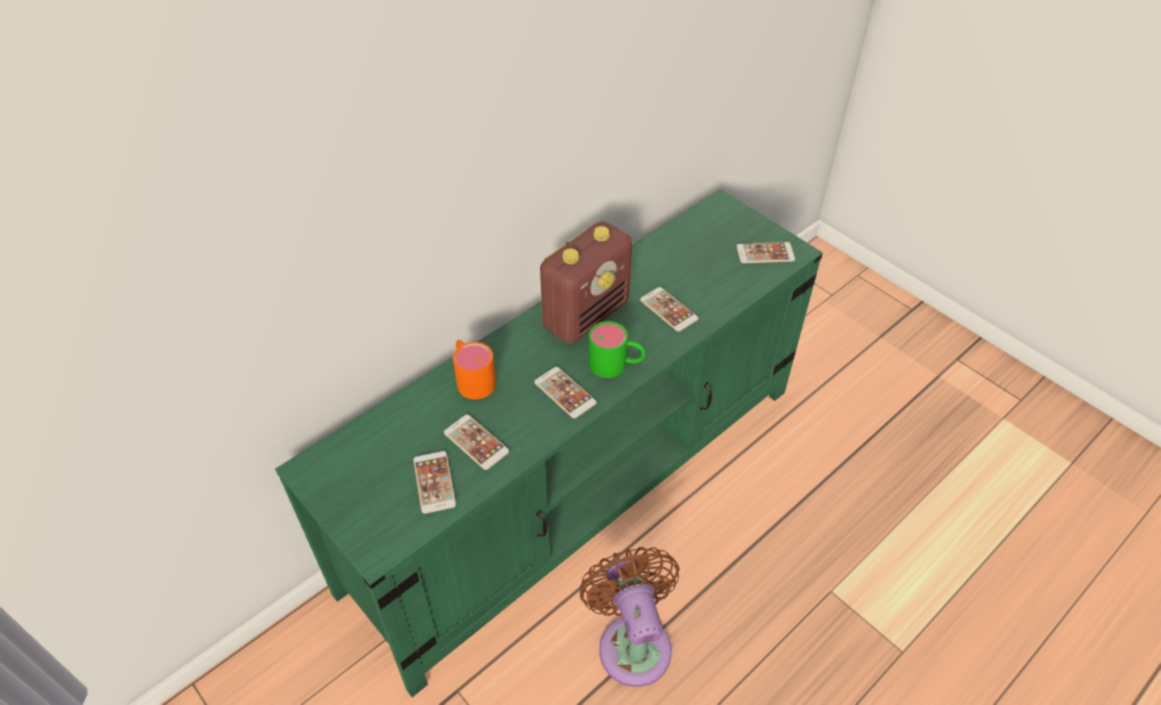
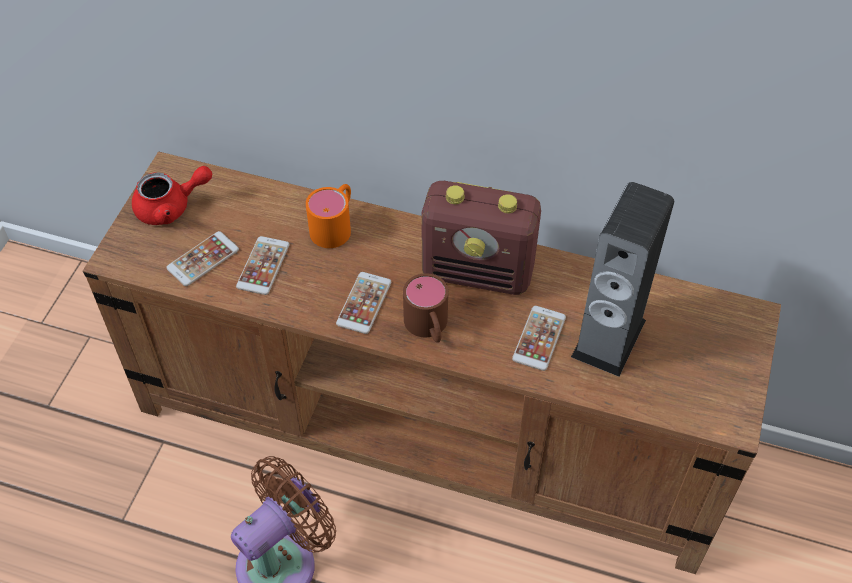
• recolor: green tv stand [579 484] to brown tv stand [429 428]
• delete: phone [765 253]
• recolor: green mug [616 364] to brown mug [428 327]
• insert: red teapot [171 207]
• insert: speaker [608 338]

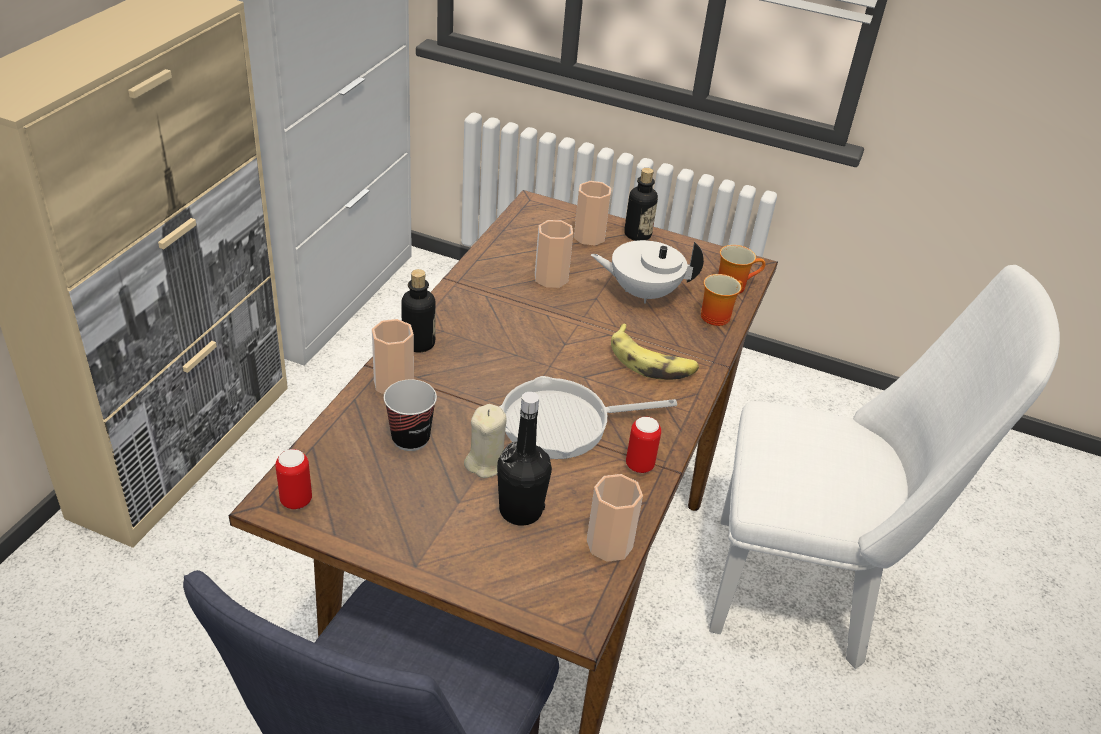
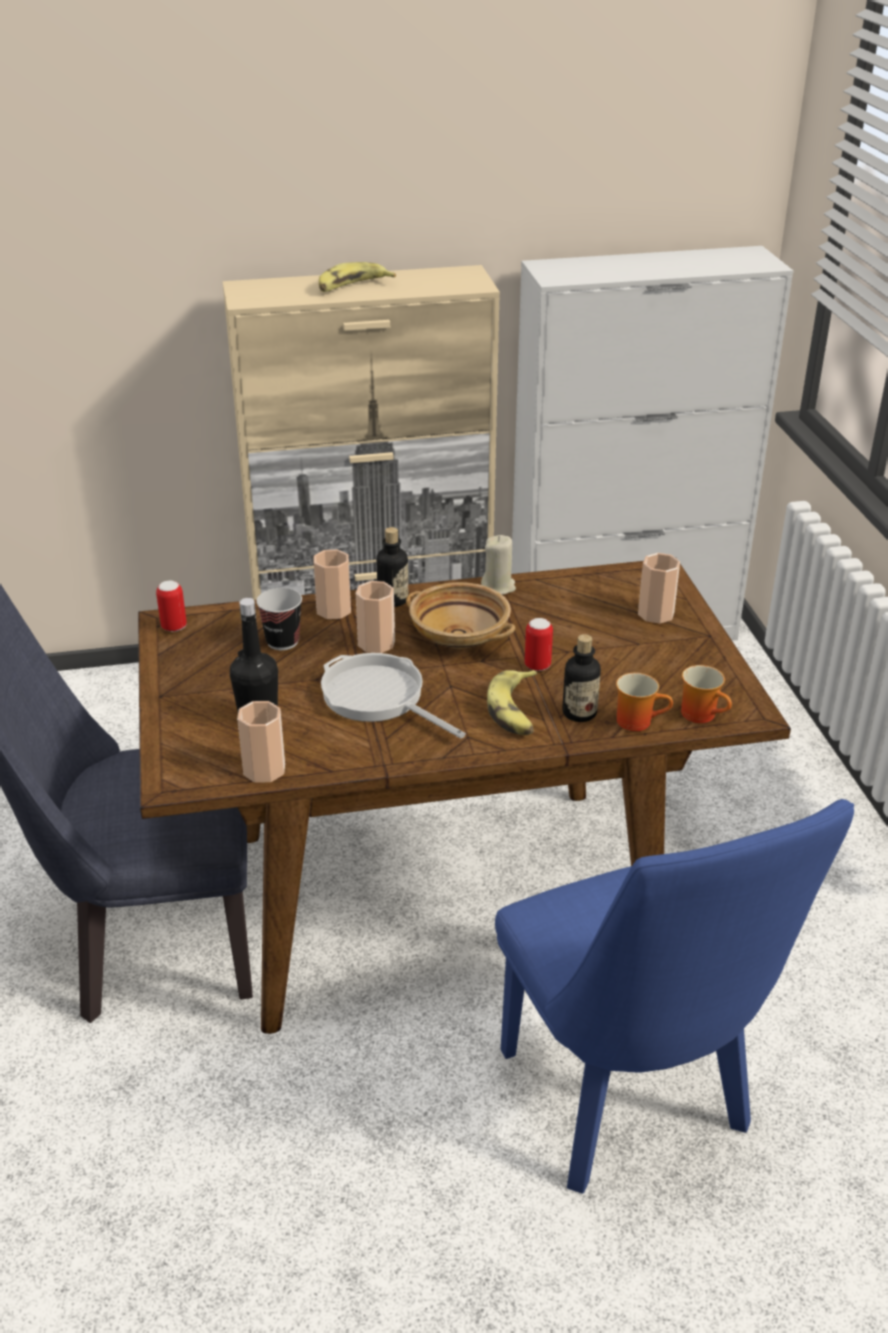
• move: bottle [637 234] to [579 713]
• move: cup [551 278] to [376 643]
• delete: white teapot [643 292]
• recolor: white chair [806 591] to blue chair [632 1107]
• move: beige candle [486 463] to [498 587]
• move: can [639 465] to [537 666]
• insert: banana [352 287]
• insert: beige bowl [460 635]

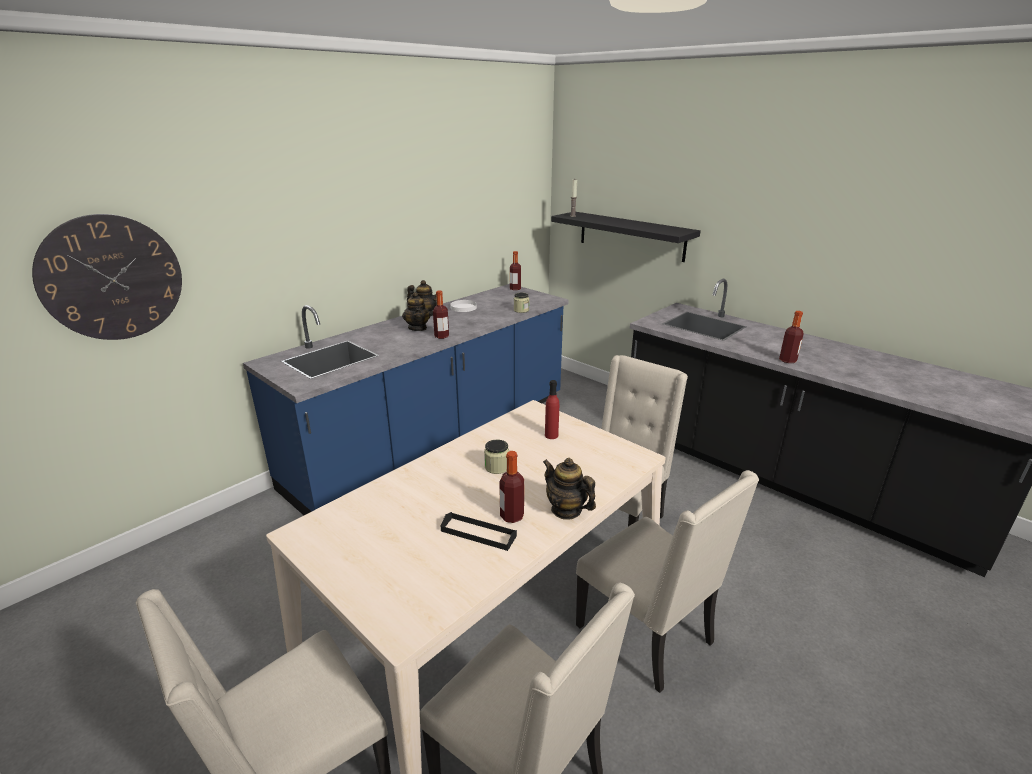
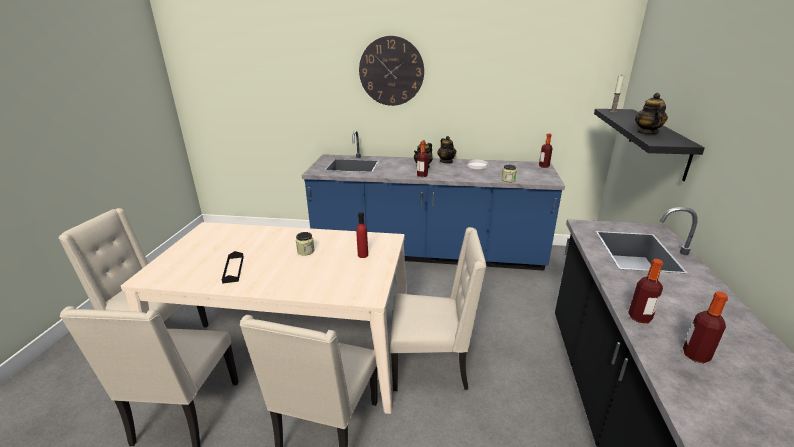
• move: wall clock [112 278] to [391 71]
• move: bottle [512 516] to [695 355]
• move: teapot [566 510] to [647 132]

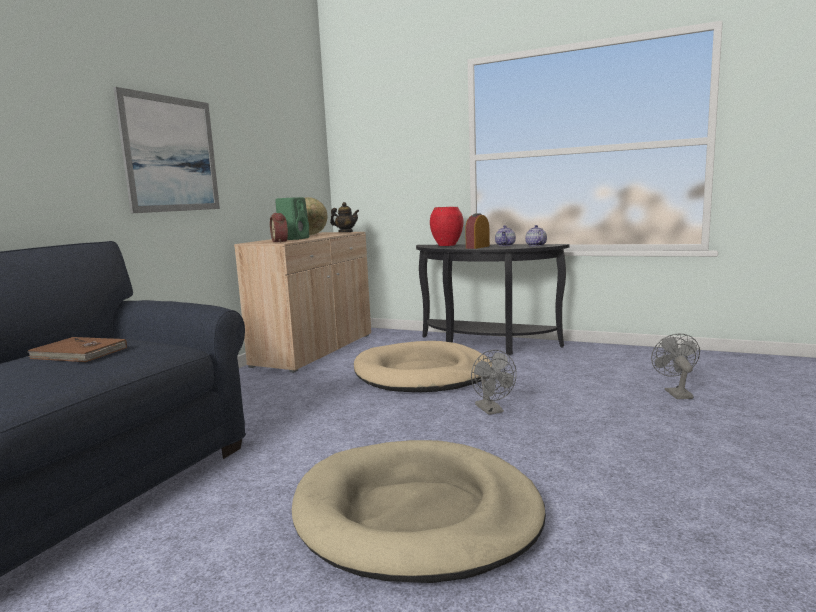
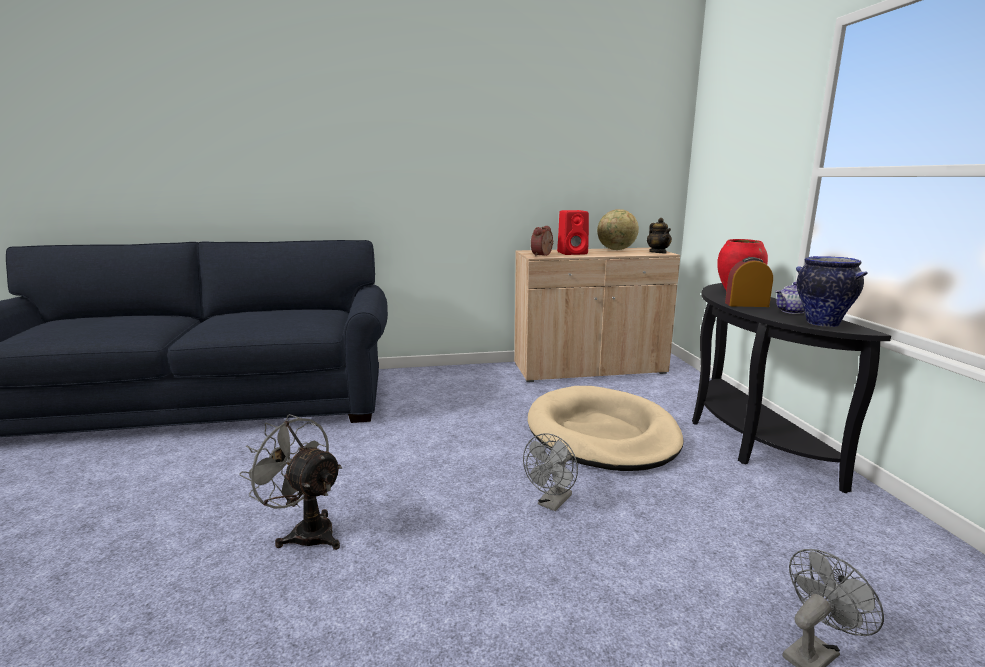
• delete: picture [171 154]
• recolor: green speaker [294 239] to red speaker [573 253]
• replace: teapot [535 245] to vase [821 323]
• delete: brown book [79 354]
• replace: beige dog bed [417 515] to grey fan [306 532]

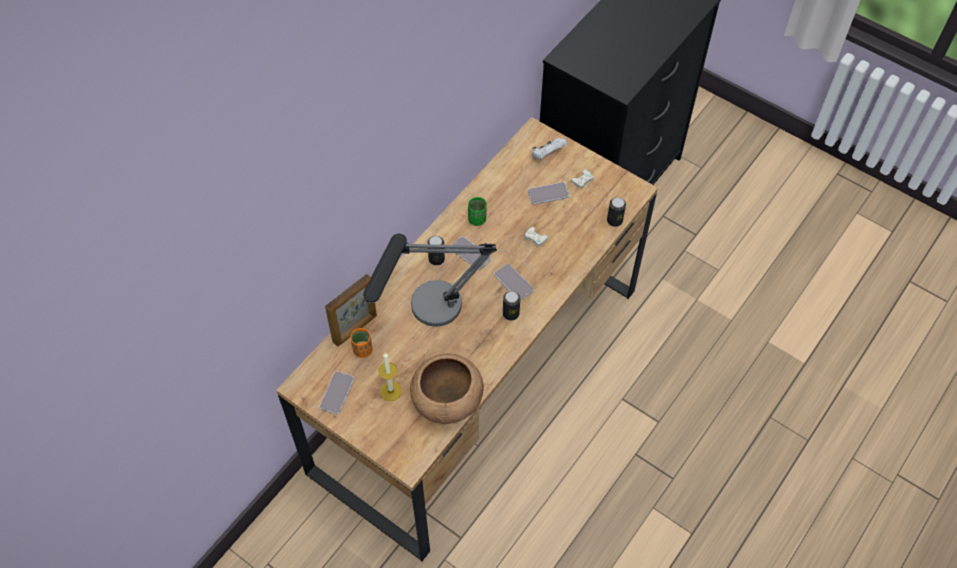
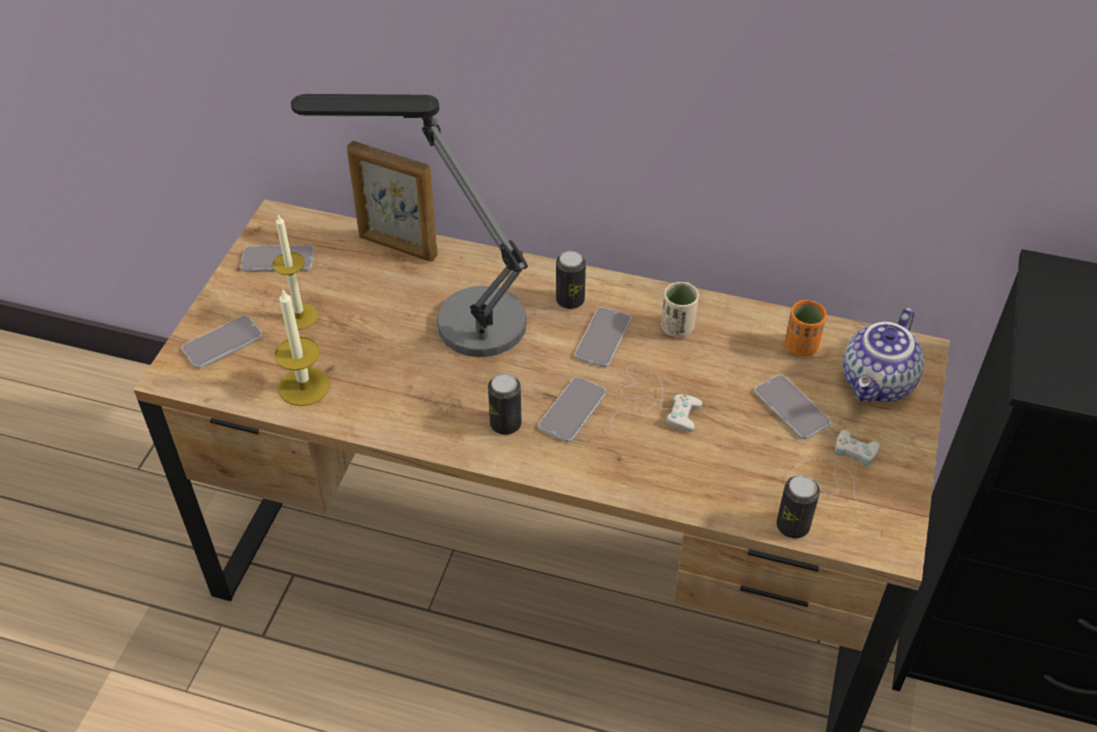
• replace: white game controller [547 155] to teapot [878 384]
• recolor: green cup [477 219] to beige cup [677 328]
• move: orange cup [362 350] to [801 346]
• replace: brown bowl [446 400] to candle [304 386]
• insert: phone [222 343]

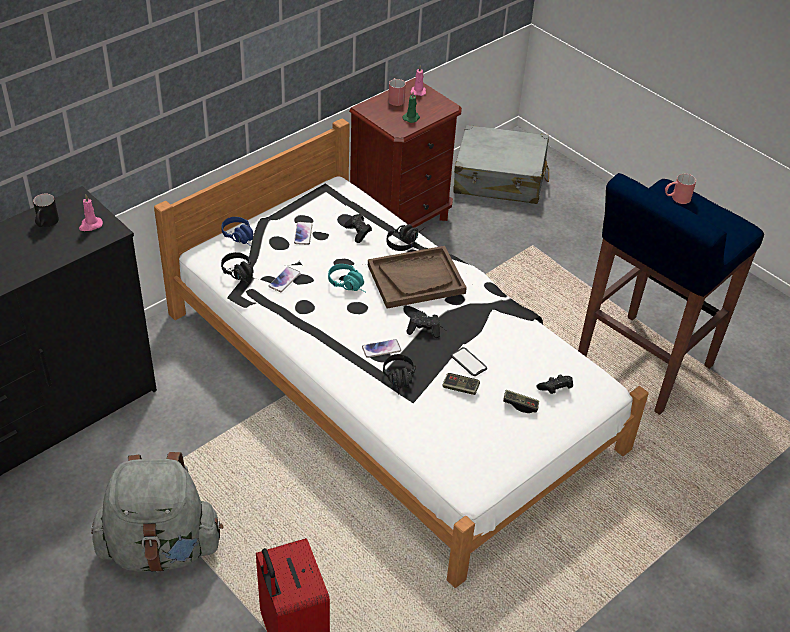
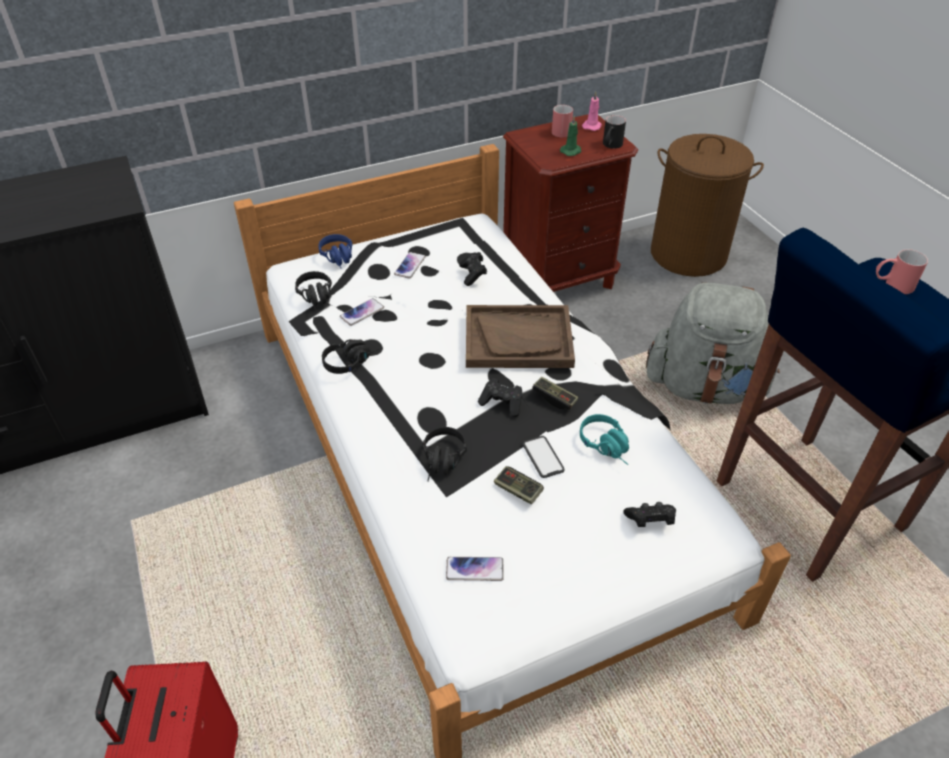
• replace: grey suitcase [500 178] to brown laundry basket [689 254]
• move: black mug [46 224] to [610 146]
• delete: pink candle [90 225]
• move: black headphones [405 241] to [352 361]
• move: turquoise headphones [349 285] to [608 447]
• move: phone [381 349] to [474 569]
• move: game controller [520 405] to [554 398]
• move: grey backpack [161 548] to [704 387]

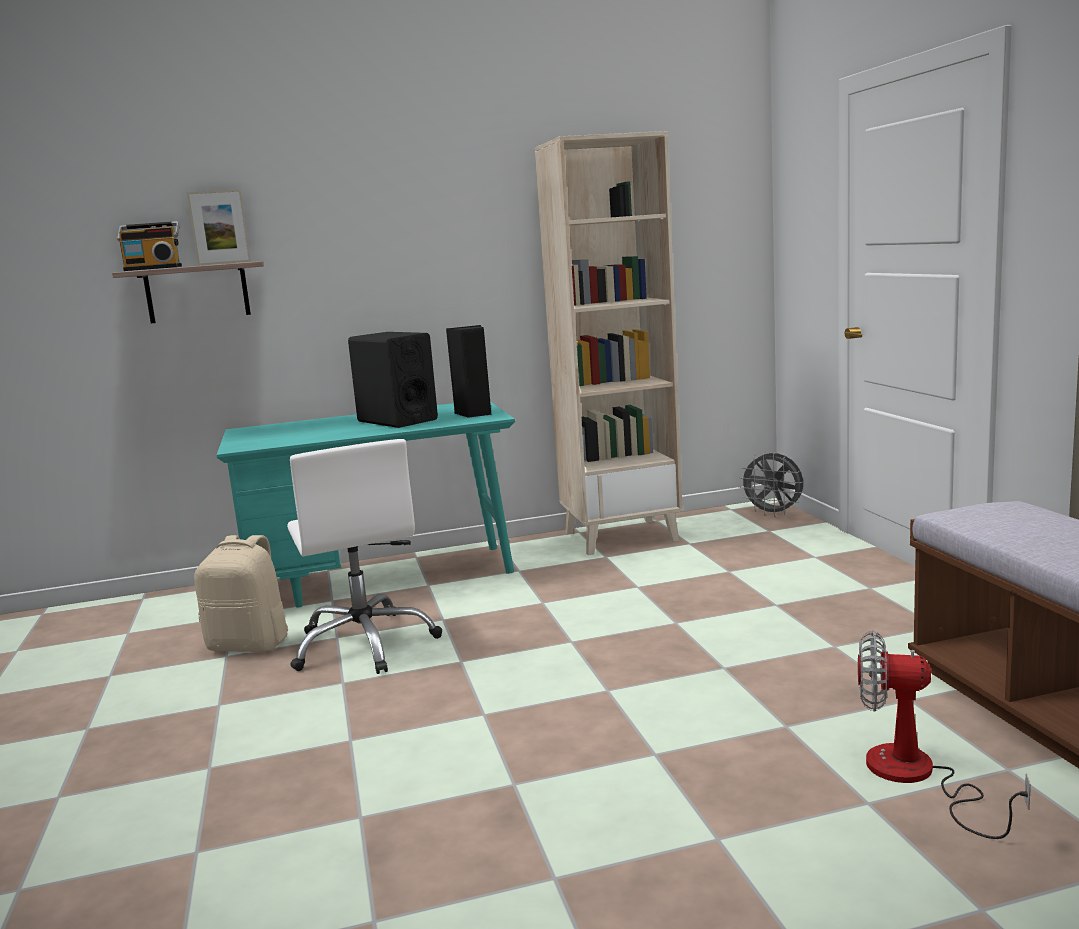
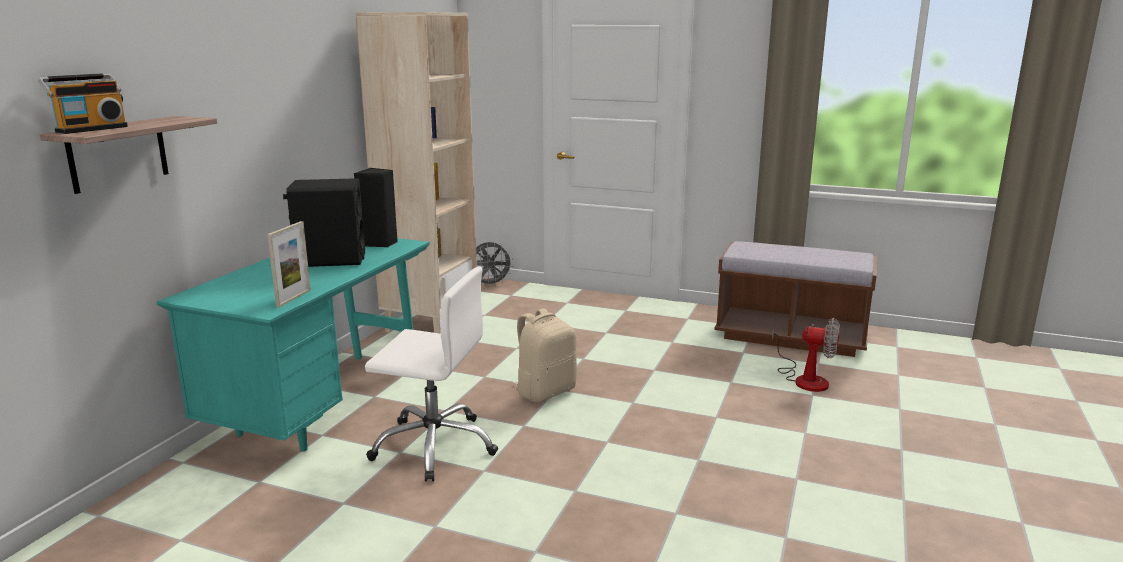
• move: picture frame [224 263] to [294 298]
• move: beige backpack [250 645] to [545 391]
• rotate: fan [917 777] = [805 379] 120 degrees counterclockwise

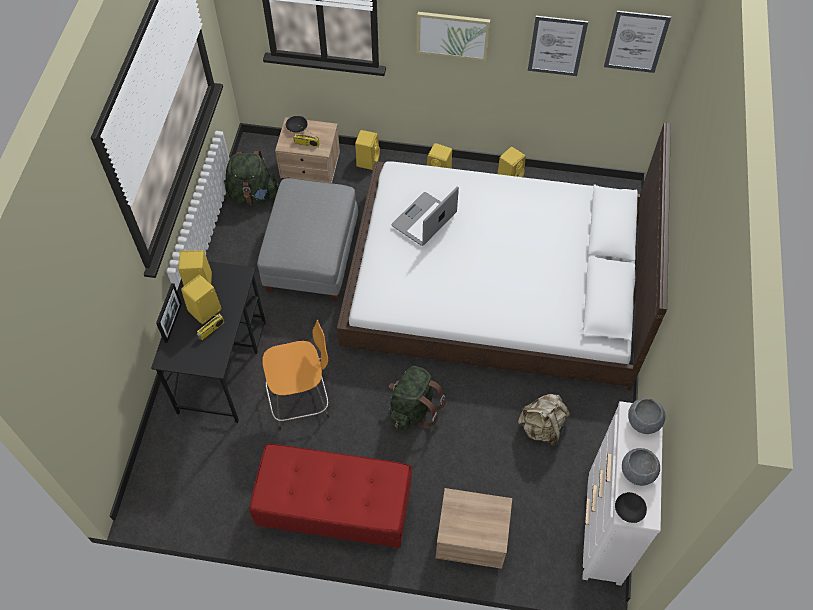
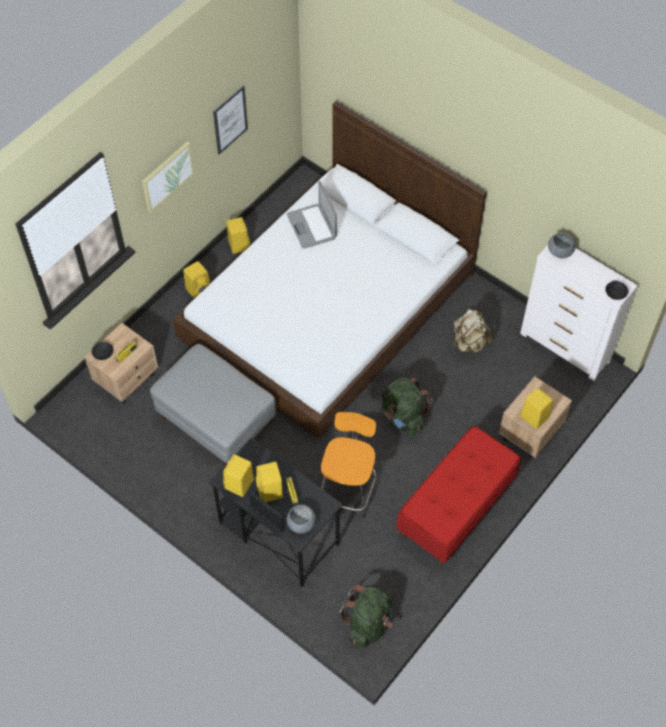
• delete: picture [636 42]
• move: yellow speaker [367 160] to [533 416]
• move: green backpack [252 195] to [368 623]
• move: laptop [424 220] to [312 226]
• move: grey bowl [637 472] to [301 523]

